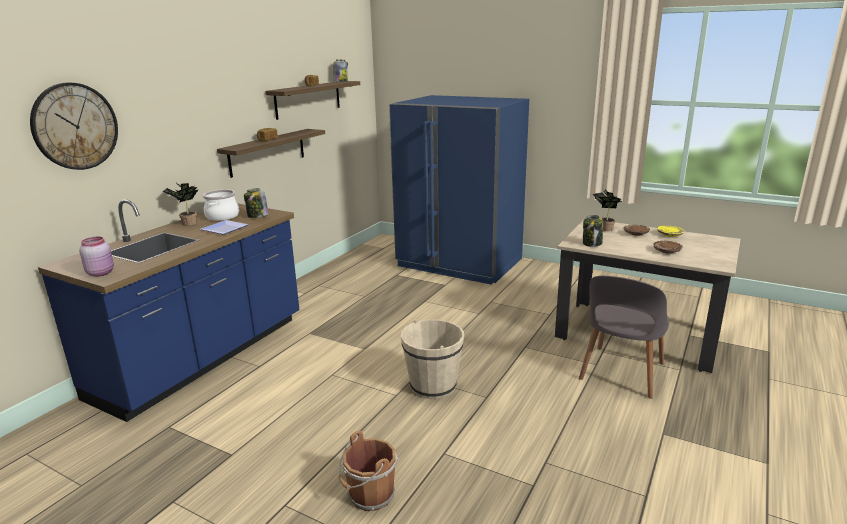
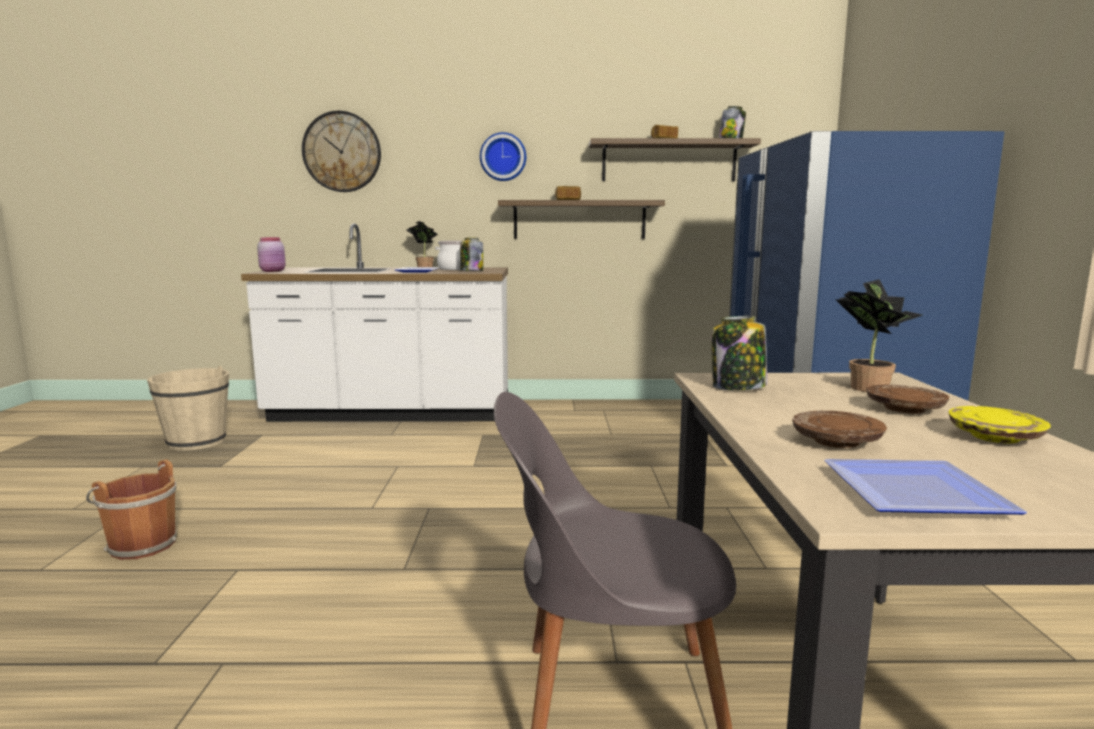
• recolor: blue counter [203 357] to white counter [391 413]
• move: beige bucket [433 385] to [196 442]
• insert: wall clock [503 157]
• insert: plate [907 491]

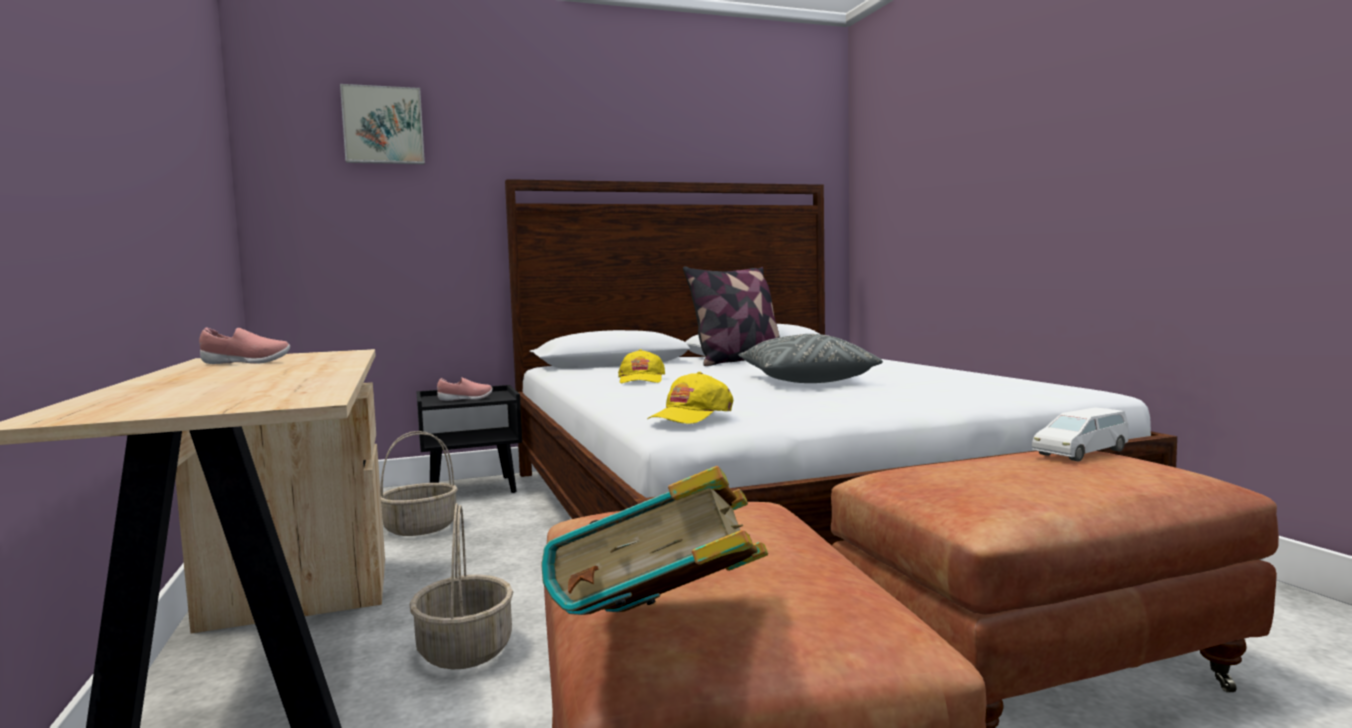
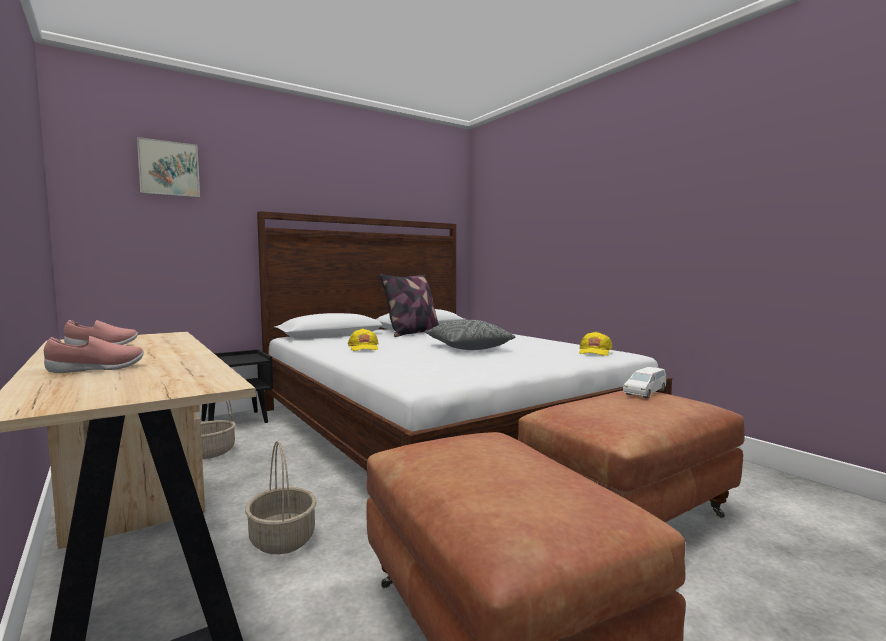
• move: yellow cap [690 416] to [594 352]
• move: pink shoe [465 399] to [97 369]
• delete: book [667 640]

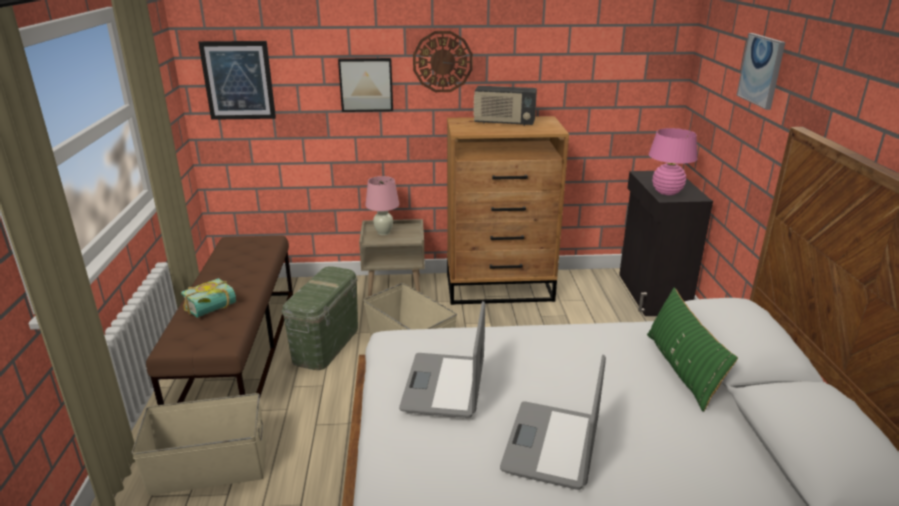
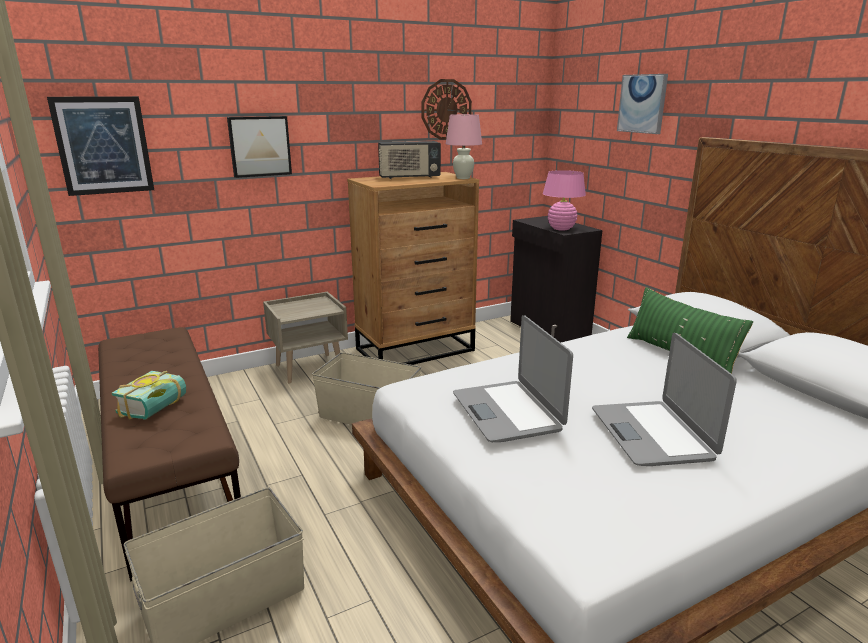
• move: wall clock [442 61] to [446 109]
• move: pink table lamp [383 233] to [463 178]
• delete: green storage box [326 344]

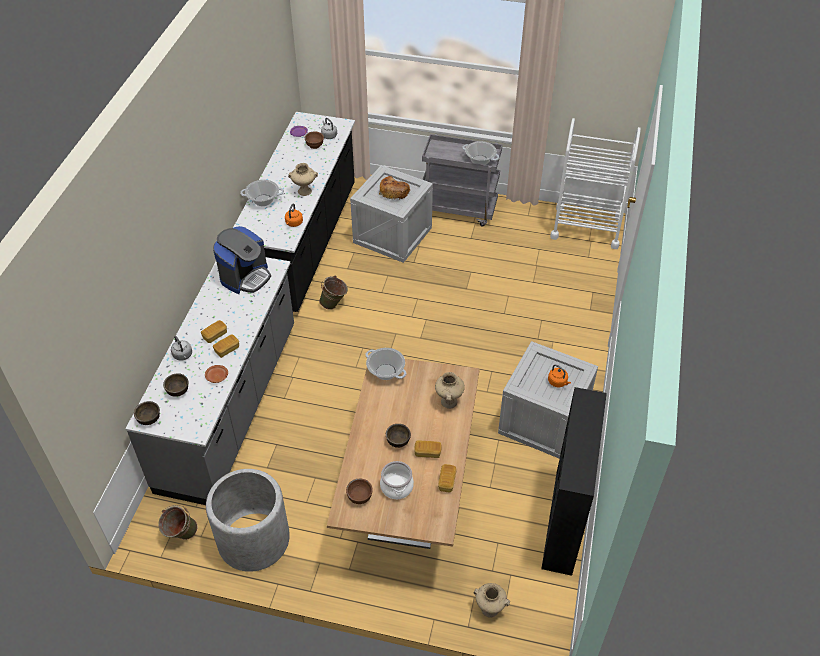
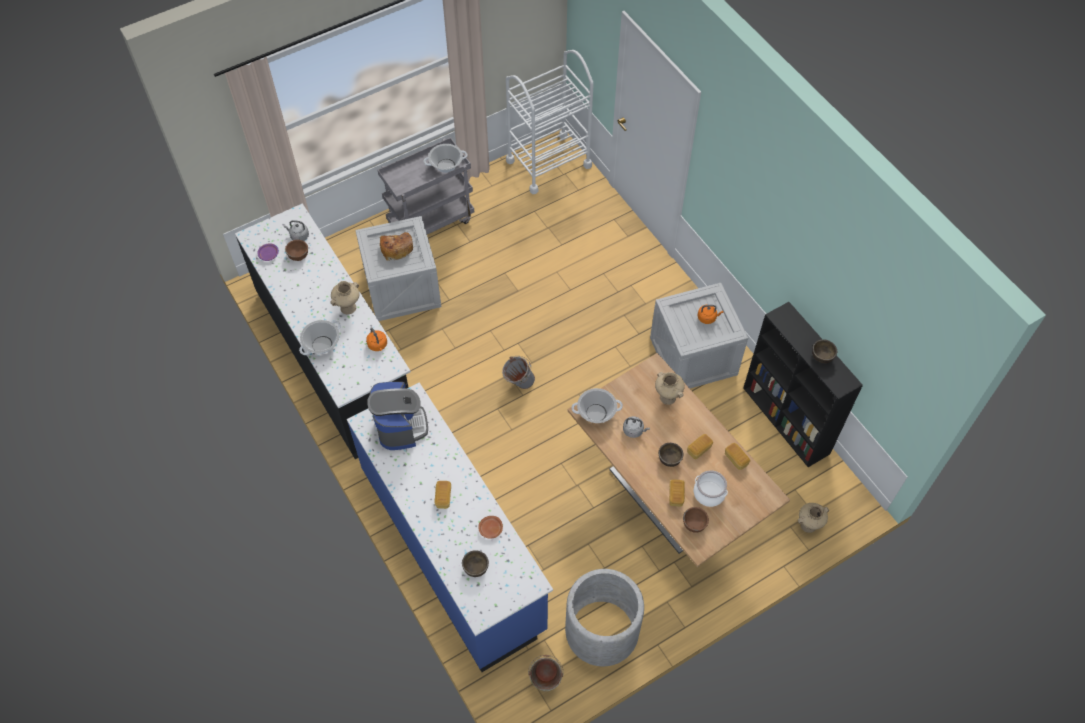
• recolor: grey counter [230 407] to blue counter [453 548]
• delete: green bucket [334 304]
• move: bread [227 349] to [676 495]
• move: grey kettle [183 355] to [634 430]
• move: brown bowl [149 419] to [821 356]
• insert: grey bucket [518 383]

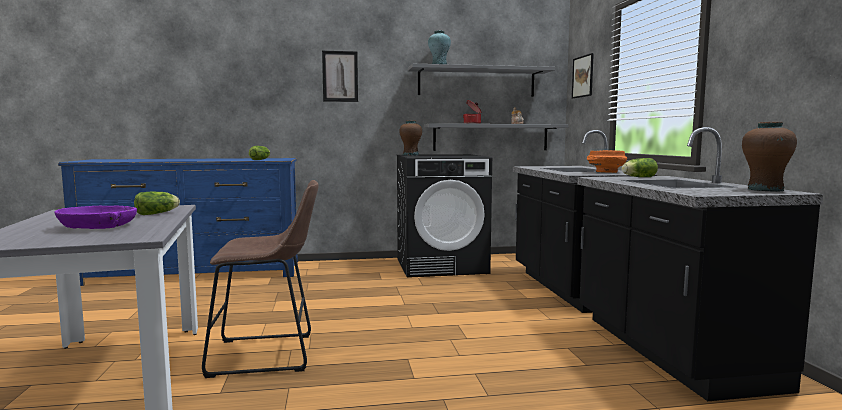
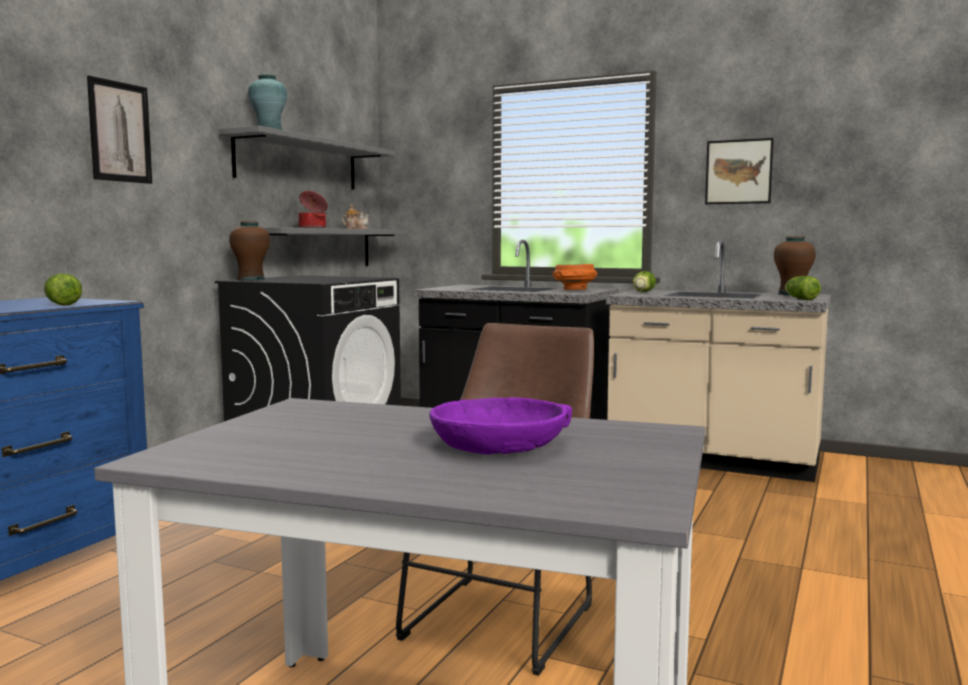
• move: picture [583 76] to [738 172]
• recolor: black counter [668 351] to beige counter [713 461]
• move: lettuce [158 213] to [800 299]

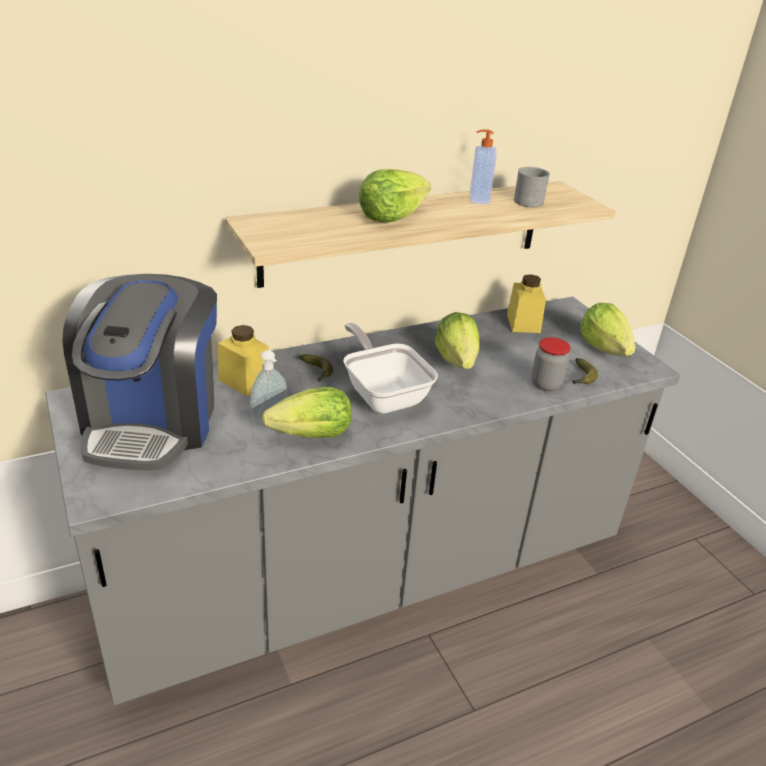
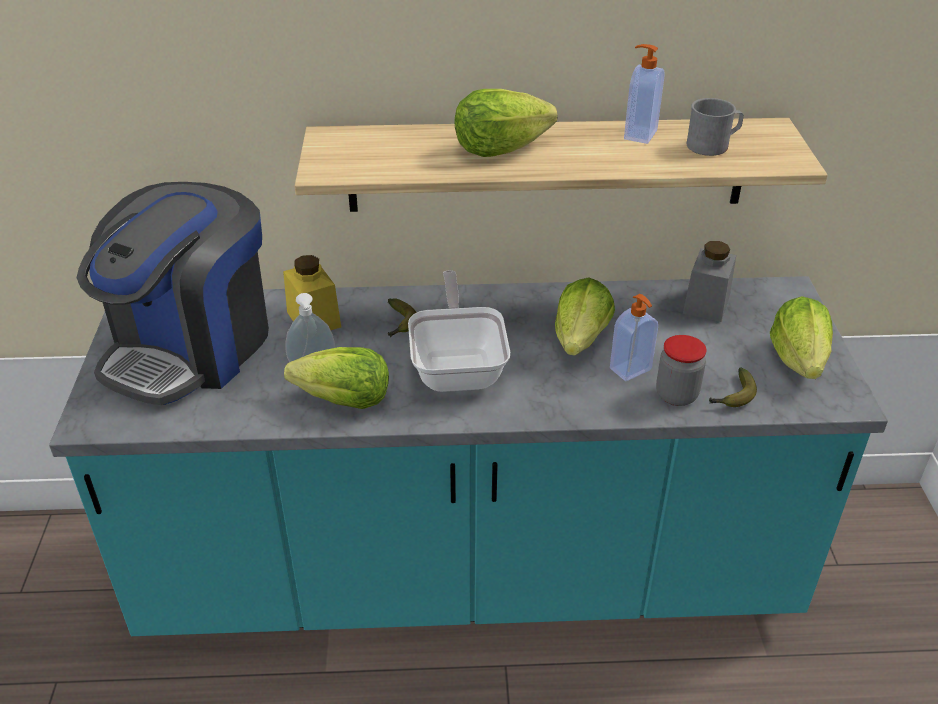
• recolor: yellow jar [523 323] to grey jar [706 304]
• recolor: grey counter [368 577] to turquoise counter [469 576]
• insert: soap dispenser [631 370]

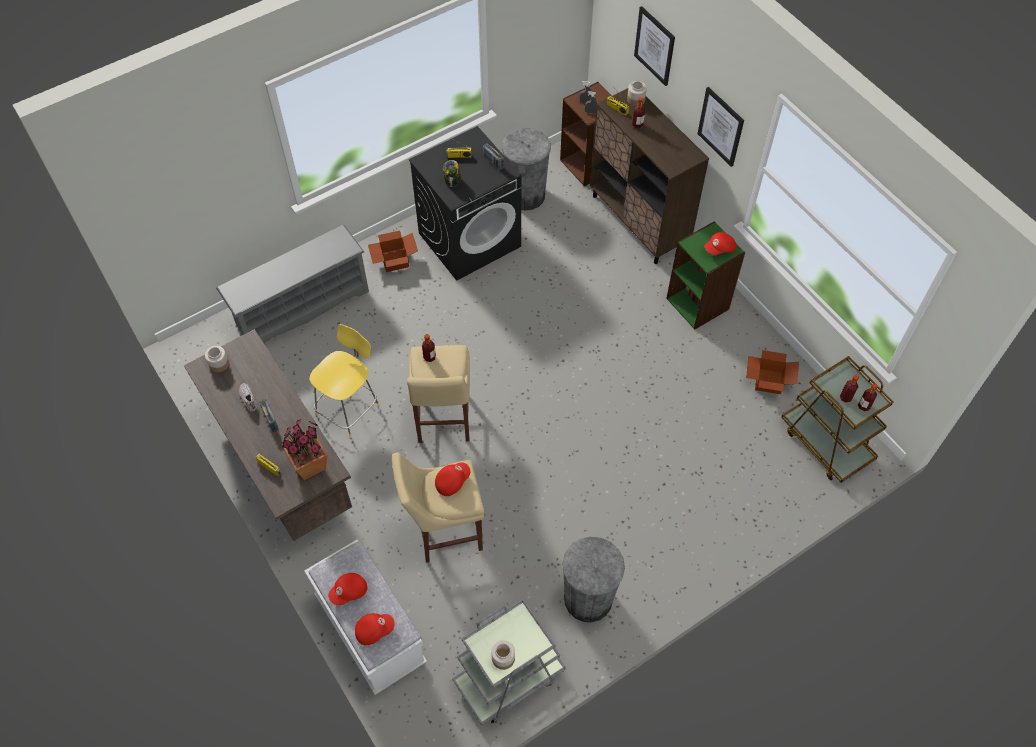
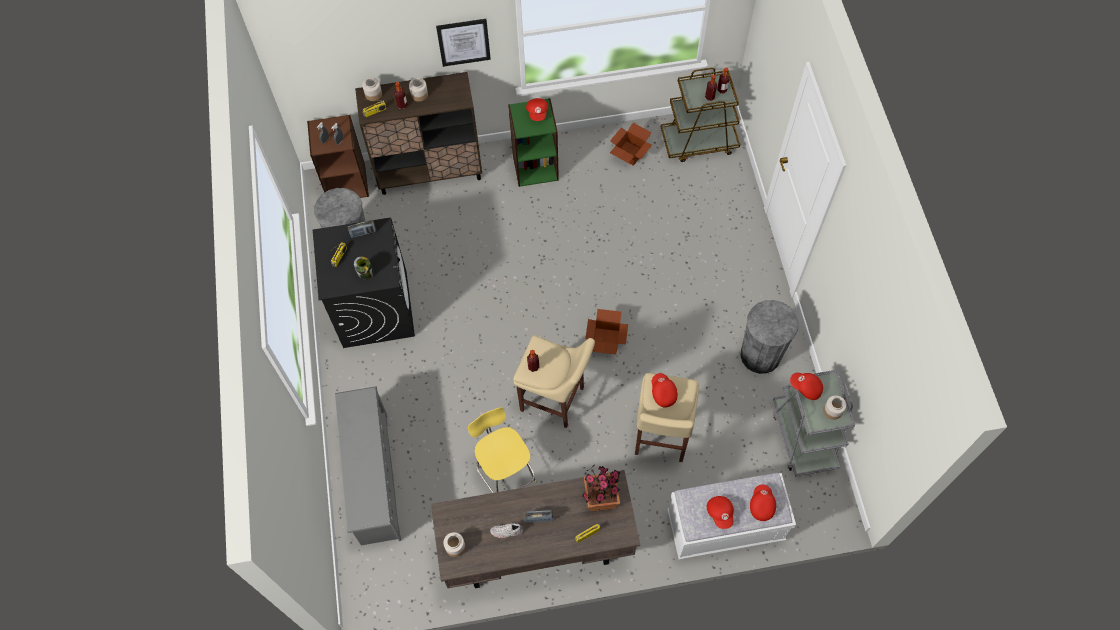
• delete: picture [654 46]
• move: cardboard box [394 260] to [605 340]
• insert: jar [419 94]
• insert: red cap [805 388]

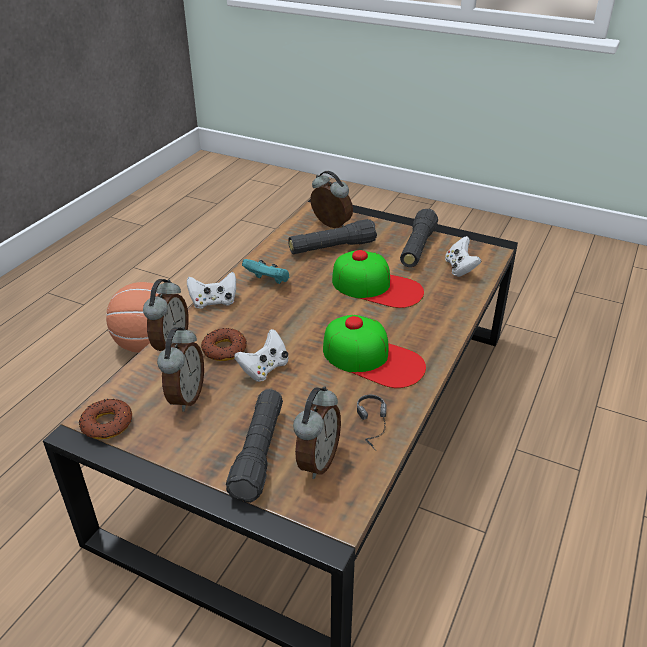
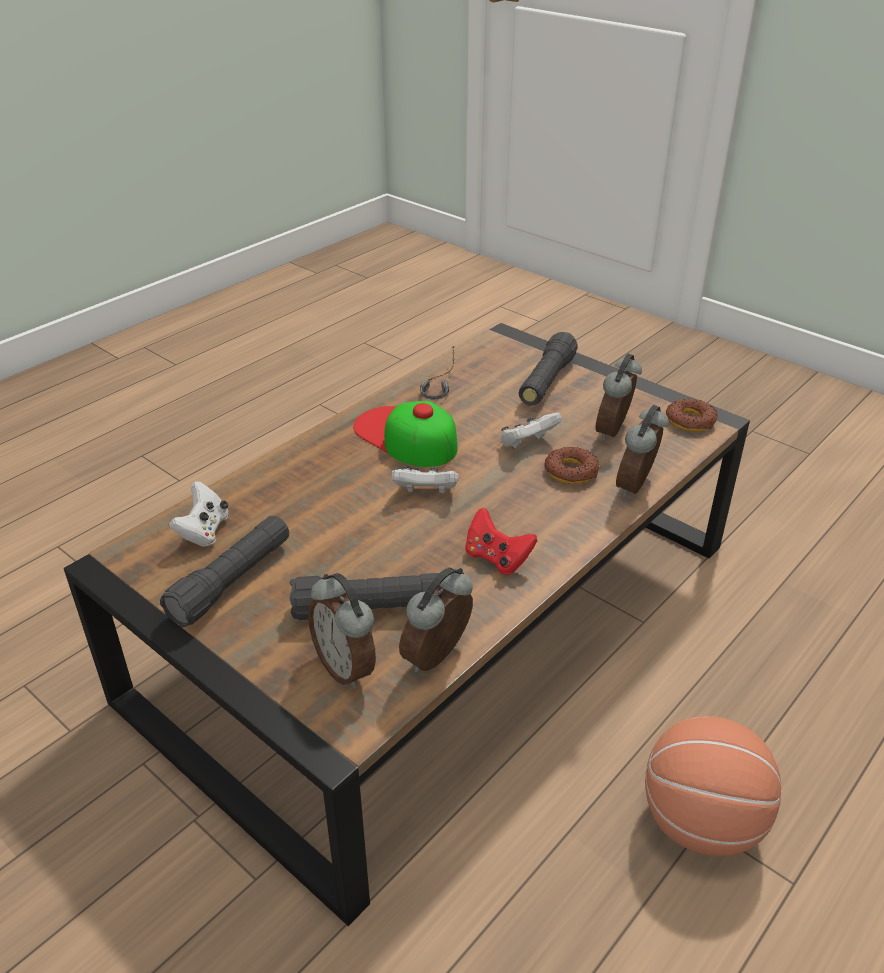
• delete: cap [377 287]
• recolor: turquoise game controller [268 281] to red game controller [497 558]
• move: white game controller [214 302] to [426 493]
• move: alarm clock [316 461] to [439 658]

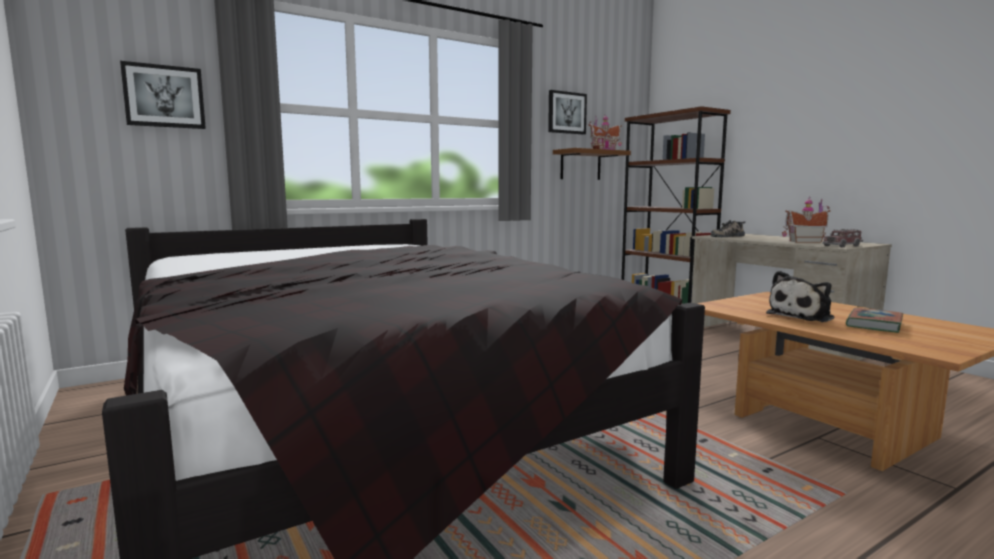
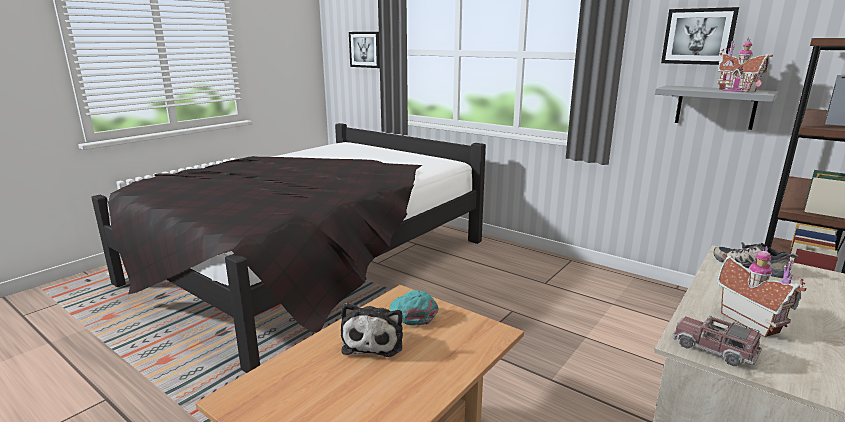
• recolor: brown shelf [580 165] to grey shelf [715 107]
• rotate: plush toy [802 316] = [374 341] 120 degrees counterclockwise
• delete: book [874 324]
• insert: turquoise cap [413 312]

